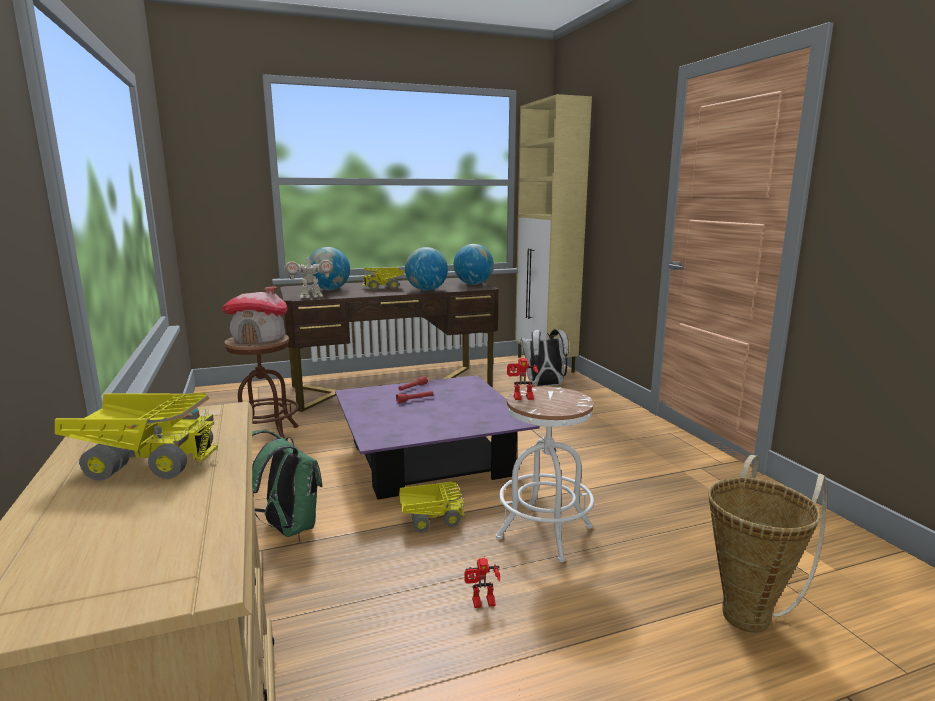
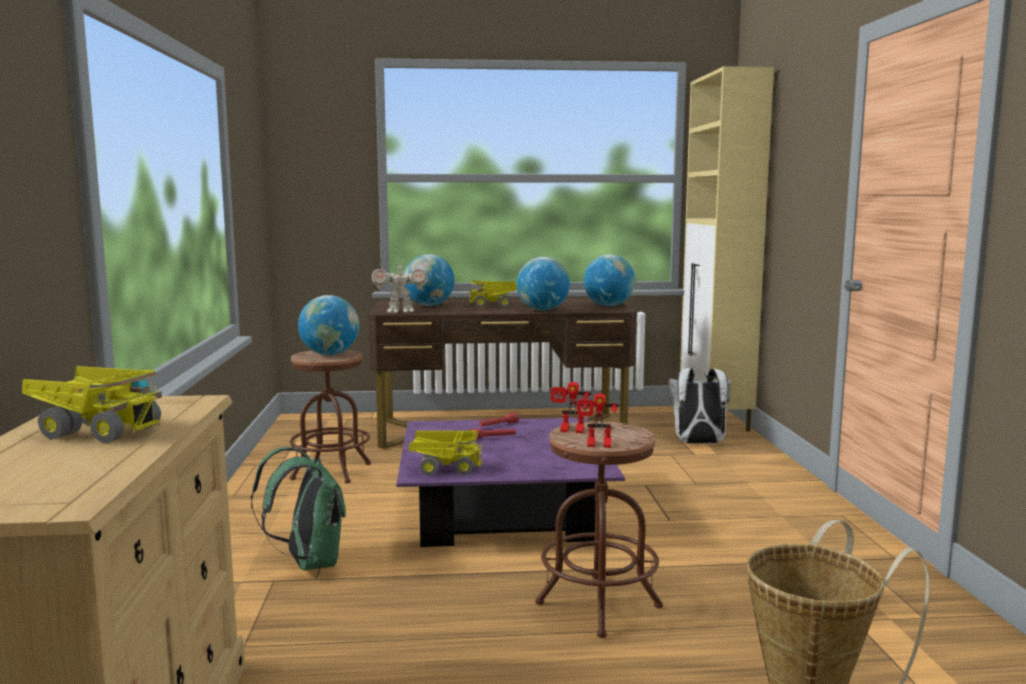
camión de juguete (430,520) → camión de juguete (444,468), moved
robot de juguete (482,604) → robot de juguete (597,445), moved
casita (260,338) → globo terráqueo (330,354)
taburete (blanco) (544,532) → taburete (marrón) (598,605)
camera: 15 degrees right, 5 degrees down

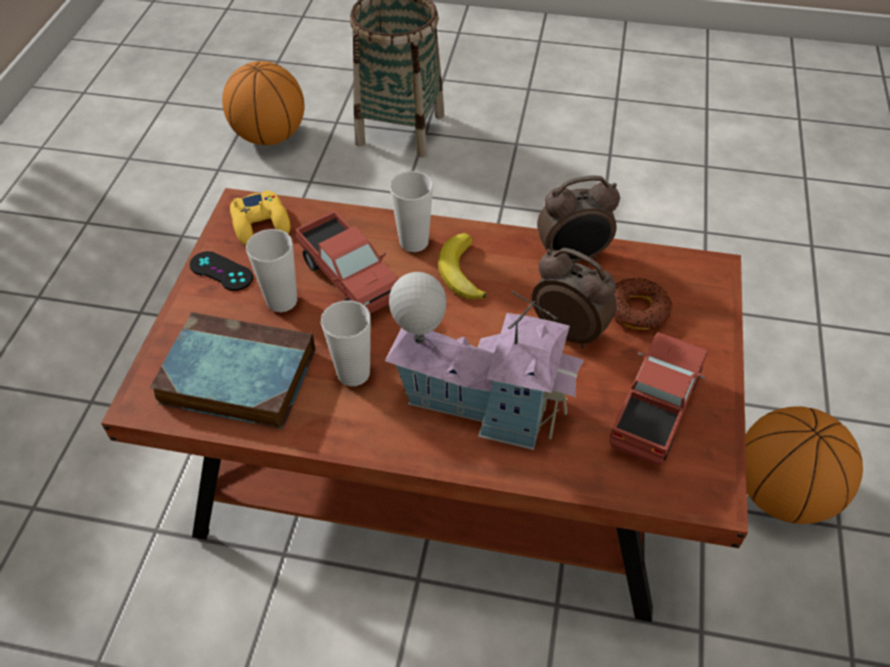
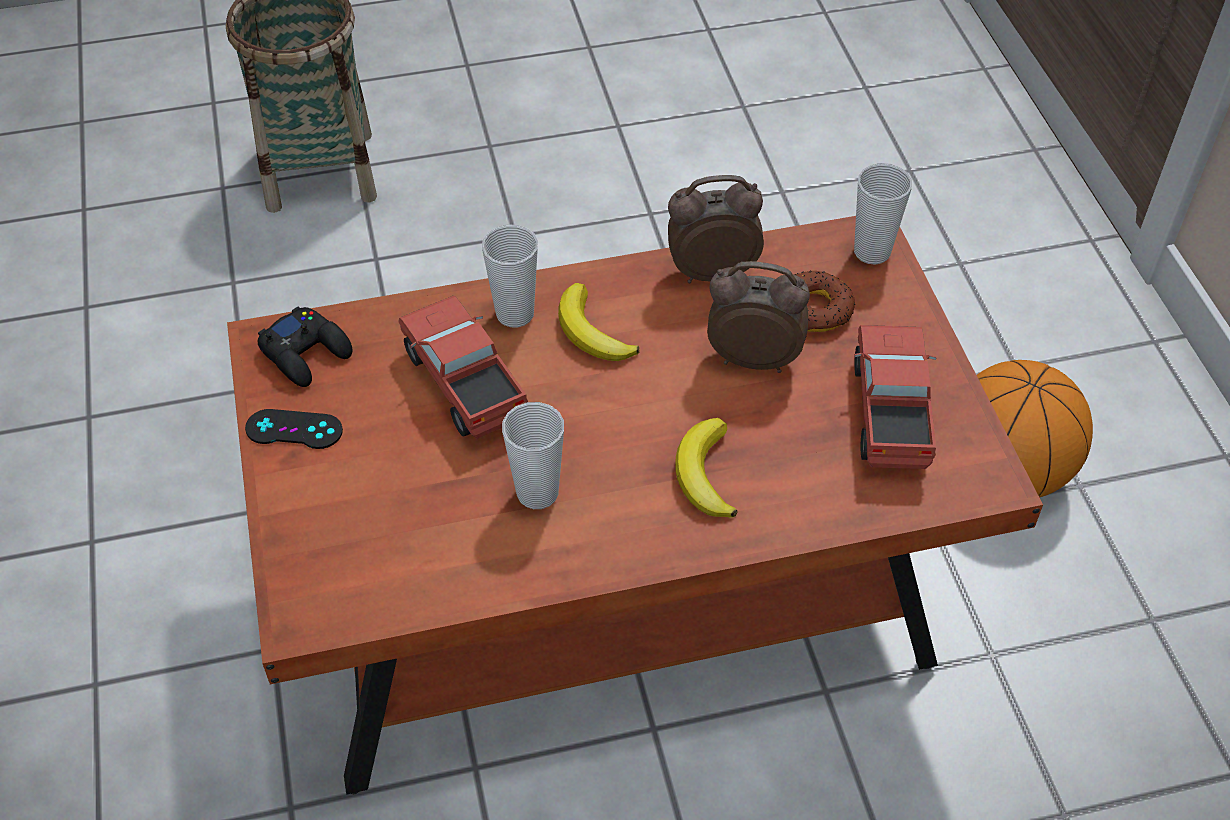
libro (234,377) → -
balón de baloncesto (270,136) → -
taza (282,301) → taza (872,252), moved
casita (483,404) → plátano (705,474)
mando de consola (amarillo) (261,223) → mando de consola (negro) (306,353)
camión de juguete (349,280) → camión de juguete (465,386), 150 degrees counterclockwise
despertador (573,257) → despertador (711,272), 150 degrees counterclockwise
camera: 25 degrees left, 0 degrees up

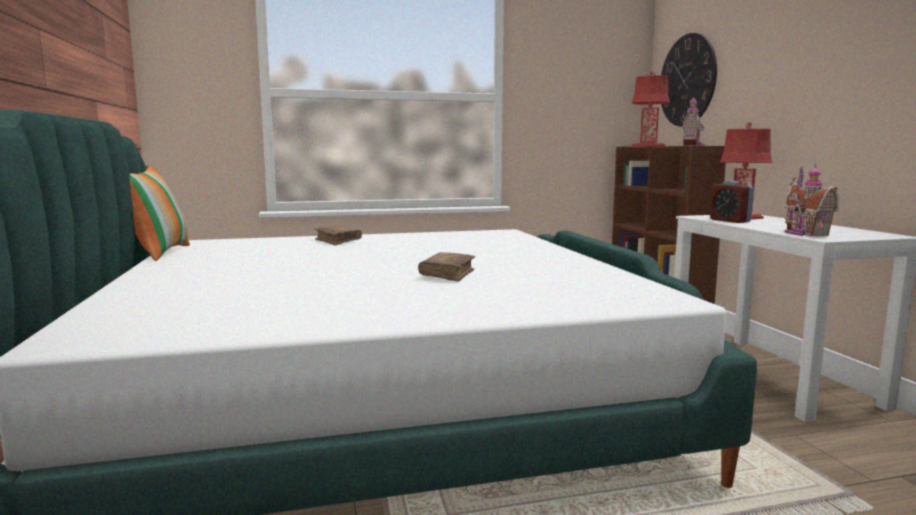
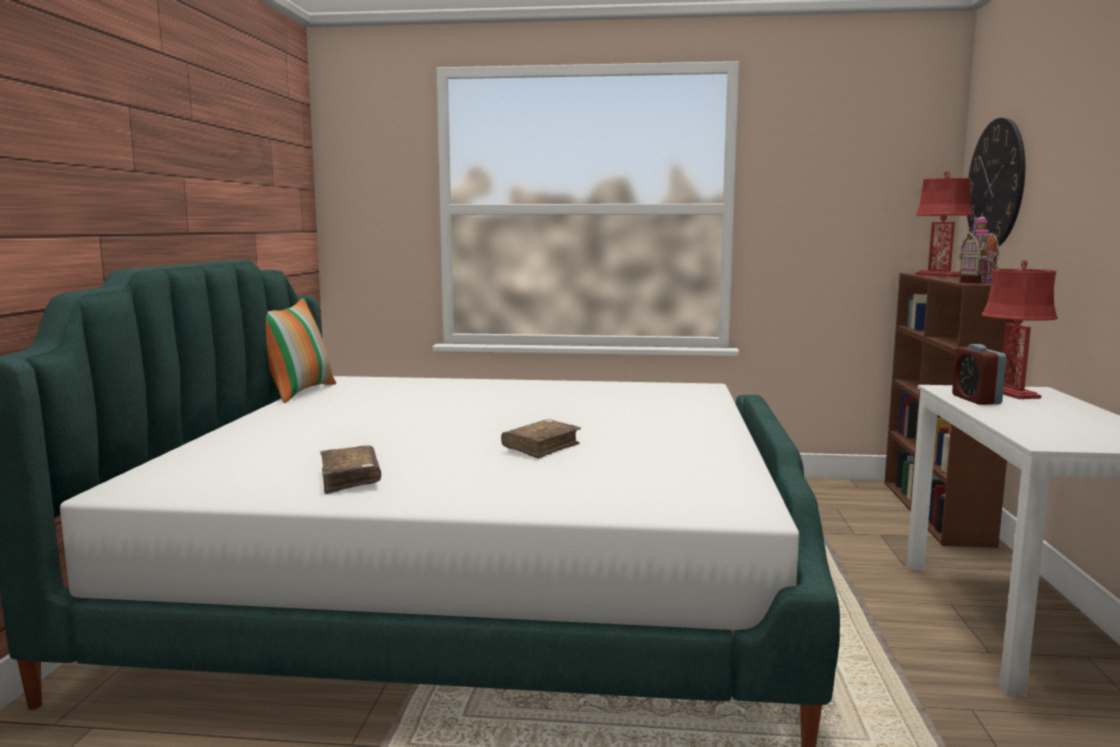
casita (803,233) → -
libro (marrón) (338,241) → libro (marrón) (350,479), moved
camera: 20 degrees right, 0 degrees up

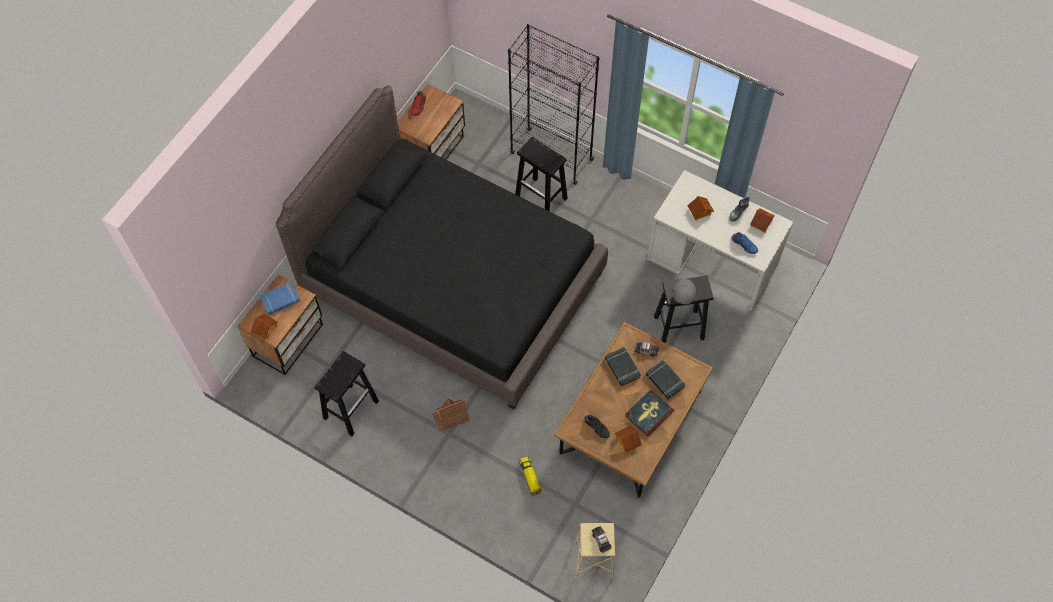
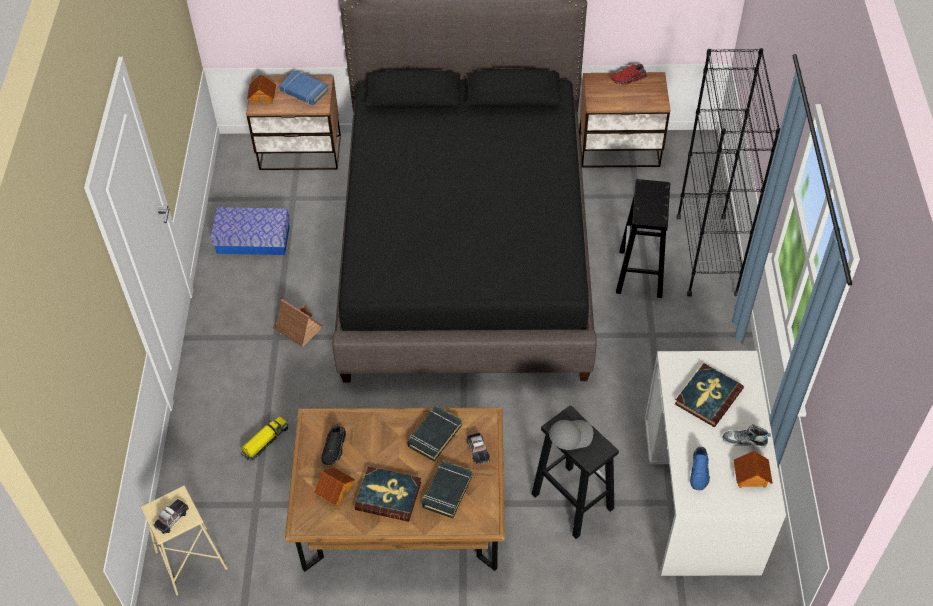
taburete (negro) (351,409) → caja de almacenaje (253,240)
casita (699,211) → libro (708,396)
camera: 60 degrees right, 10 degrees down

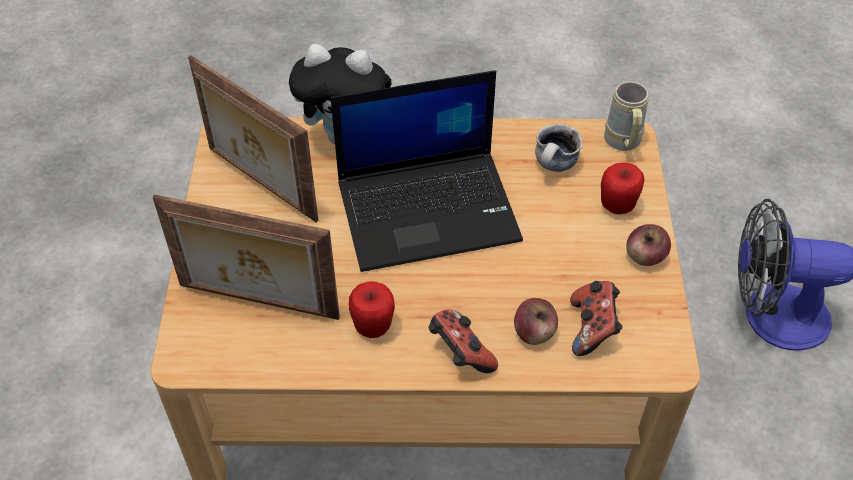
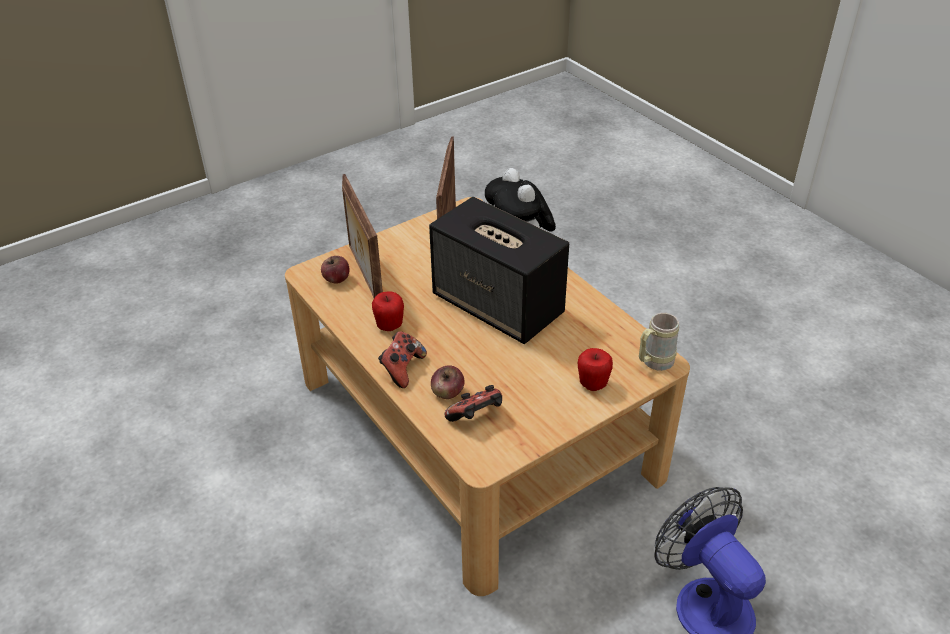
taza grande (554,167) → -
manzana (645,257) → manzana (336,279), moved
portátil (429,209) → altavoz (499,306)
camera: 55 degrees right, 10 degrees down

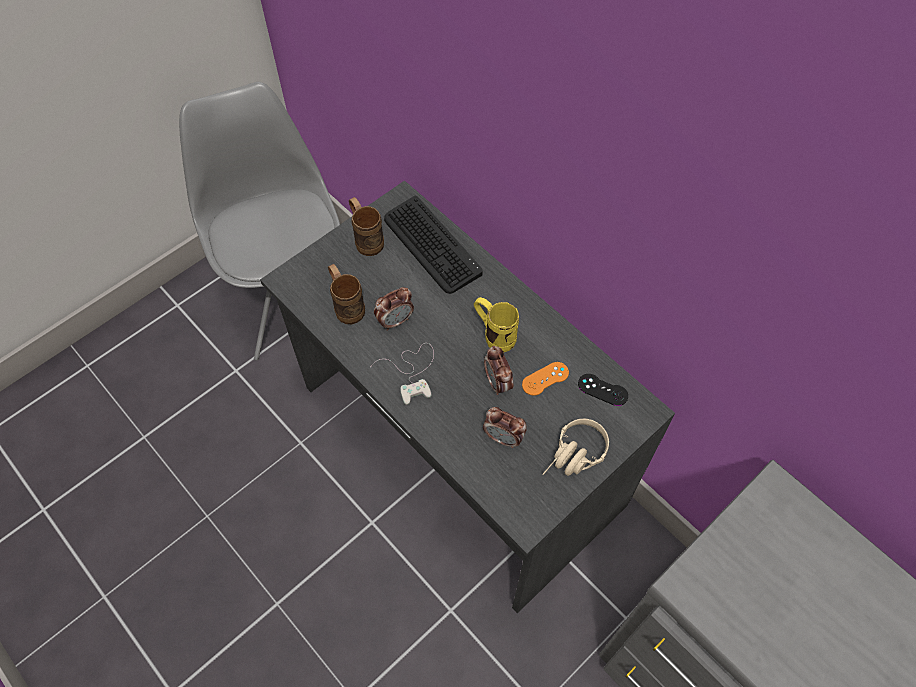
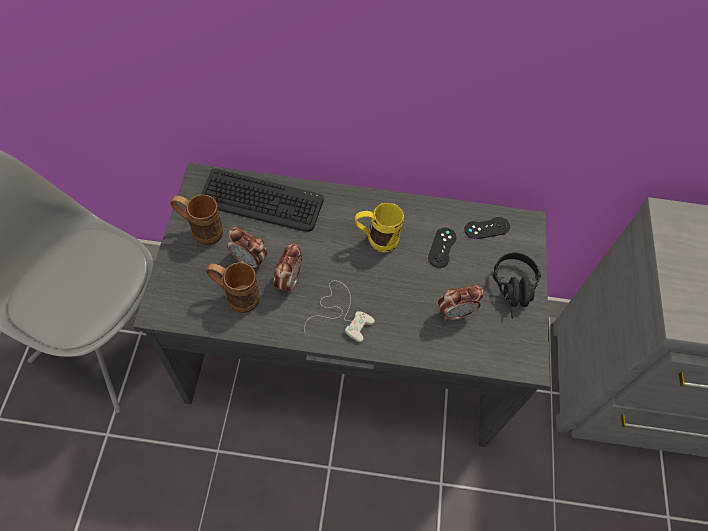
despertador (498,383) → despertador (249,260), moved
mando de consola (naranja) (545,379) → mando de consola (negro) (442,247)
auriculares (beis) (573,458) → auriculares (negro) (514,291)
camera: 45 degrees left, 0 degrees up

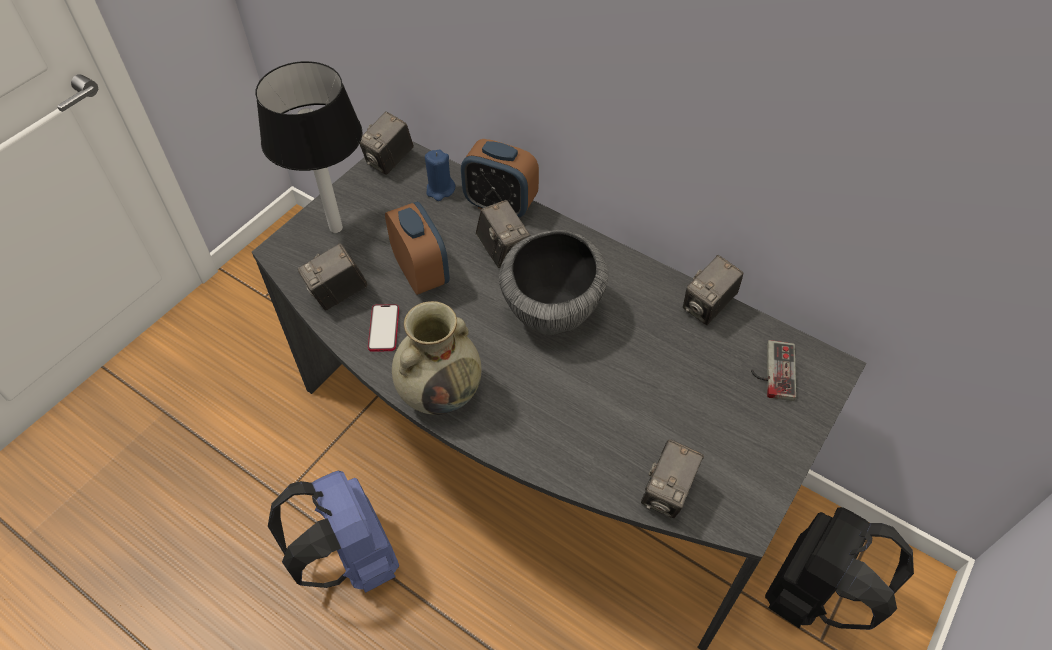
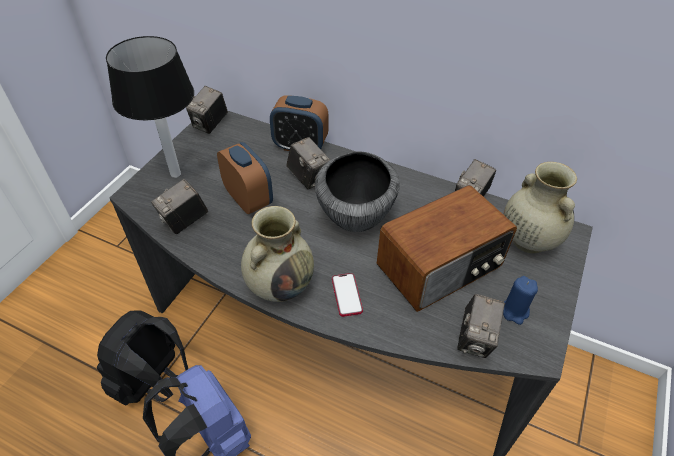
- → radio (441,267)
móvil (384,328) → móvil (346,295), moved
vela (azul) (440,190) → vela (azul) (514,311), moved
mochila (negro) (813,595) → mochila (negro) (155,382), moved
mando de consola (772,370) → florero (beis) (527,239)
camera: 10 degrees left, 5 degrees down

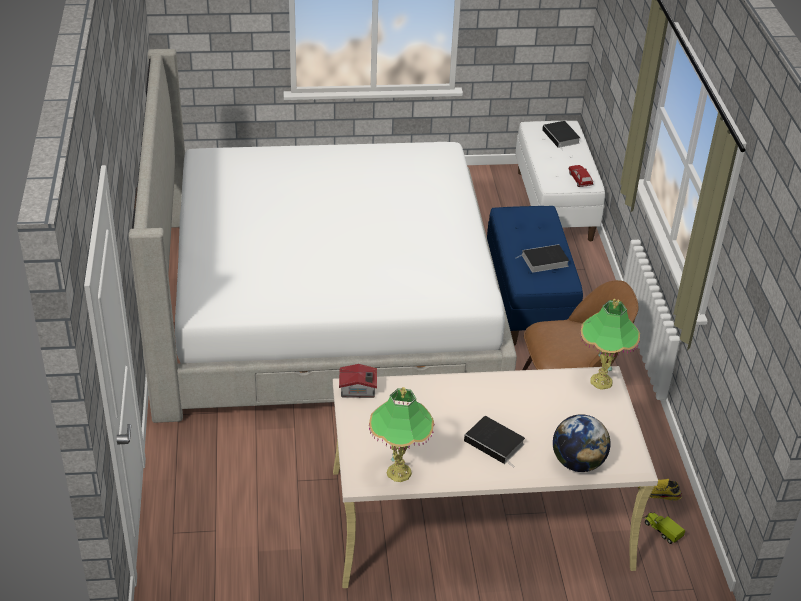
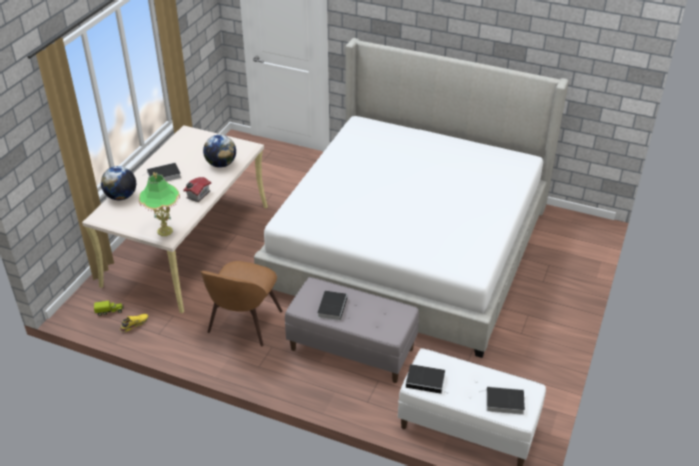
lámpara de mesa (399,472) → -
- → globo terráqueo (221,164)
casita (359,390) → casita (197,195), moved
coche de juguete (580,179) → libro (426,381)
banco (azul) (527,299) → banco (gris) (352,349)
camera: 120 degrees right, 0 degrees up

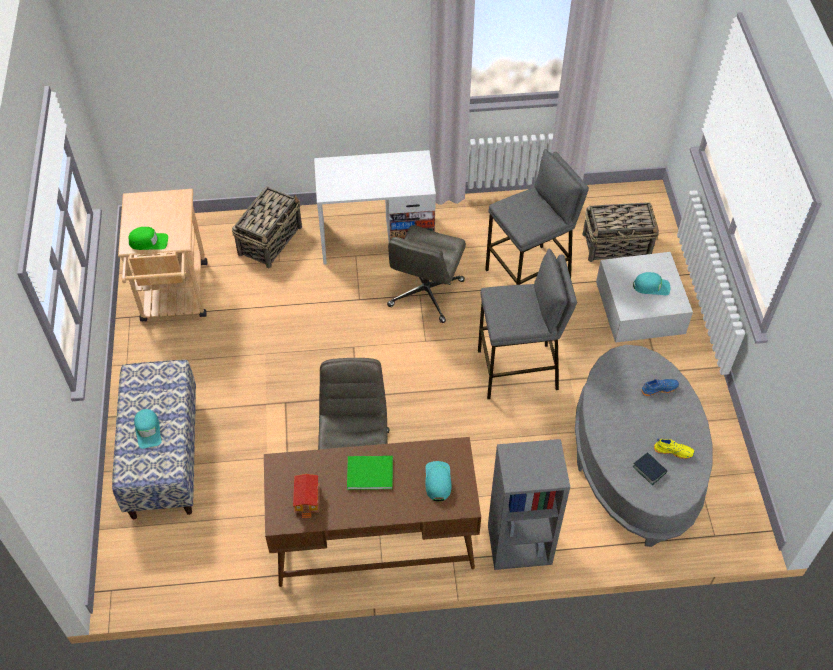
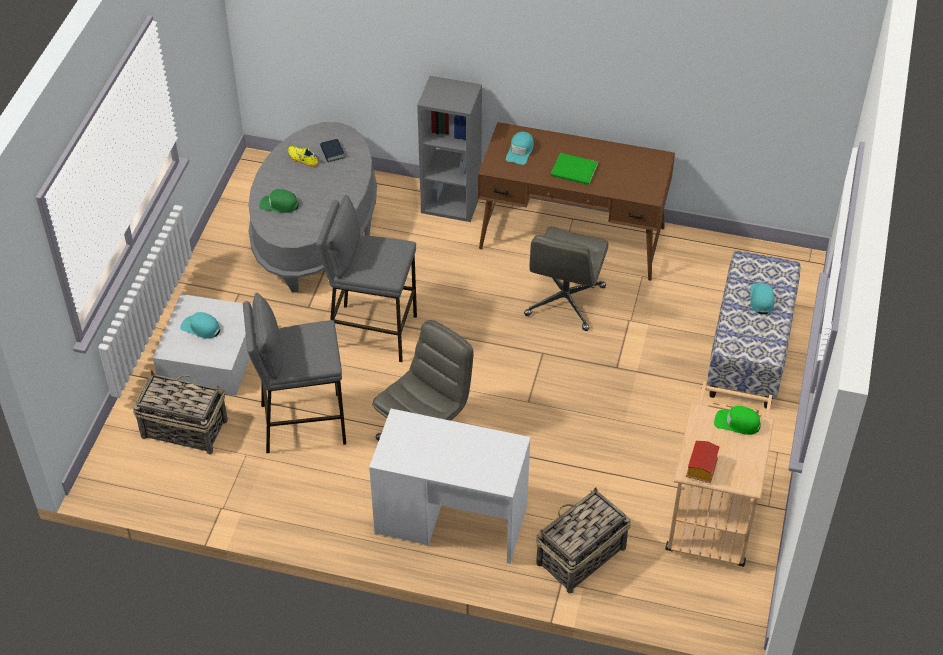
casita (307,500) → casita (701,469), moved
zapato (azul) (659,388) → gorra (verde) (279,205)
camera: 160 degrees left, 5 degrees down

